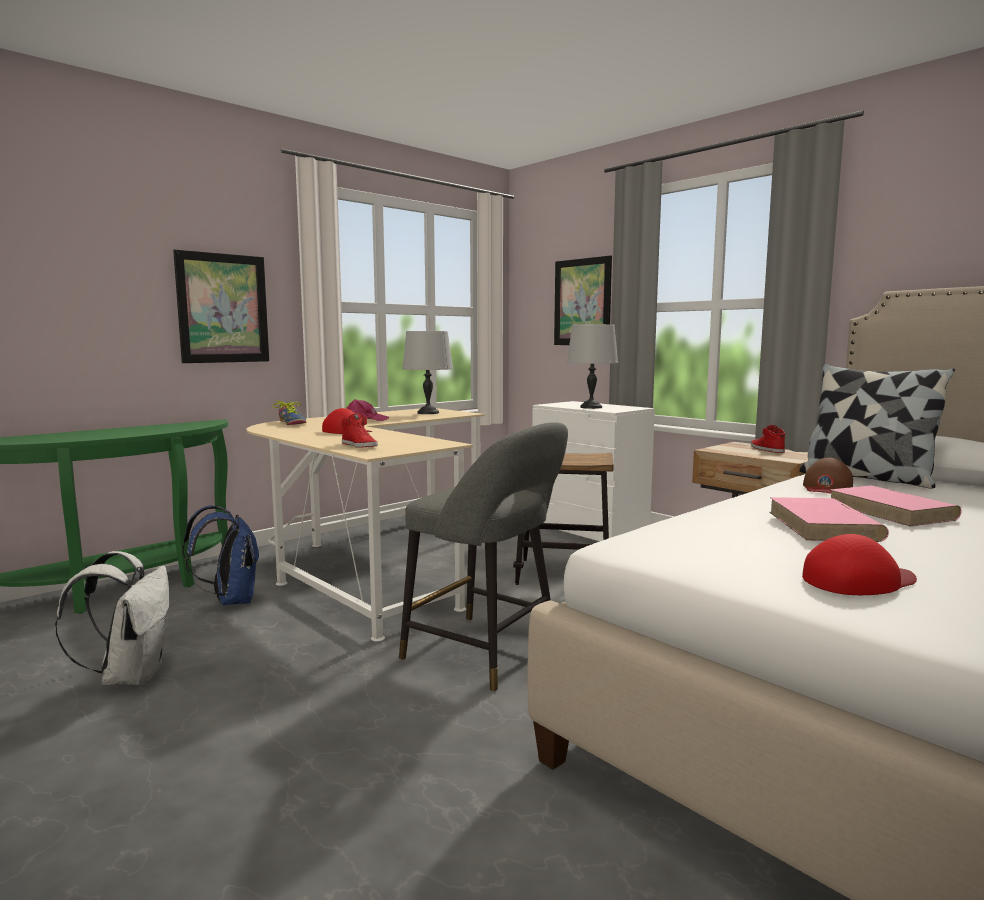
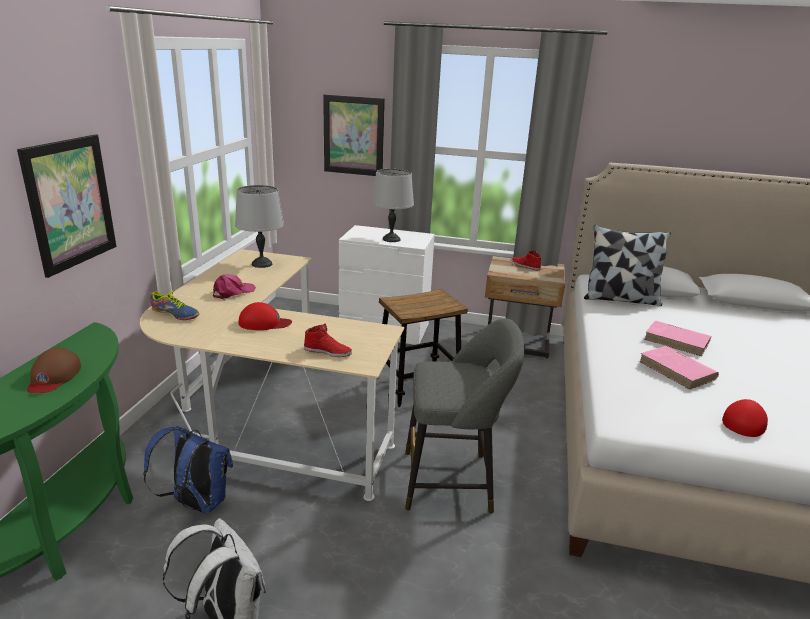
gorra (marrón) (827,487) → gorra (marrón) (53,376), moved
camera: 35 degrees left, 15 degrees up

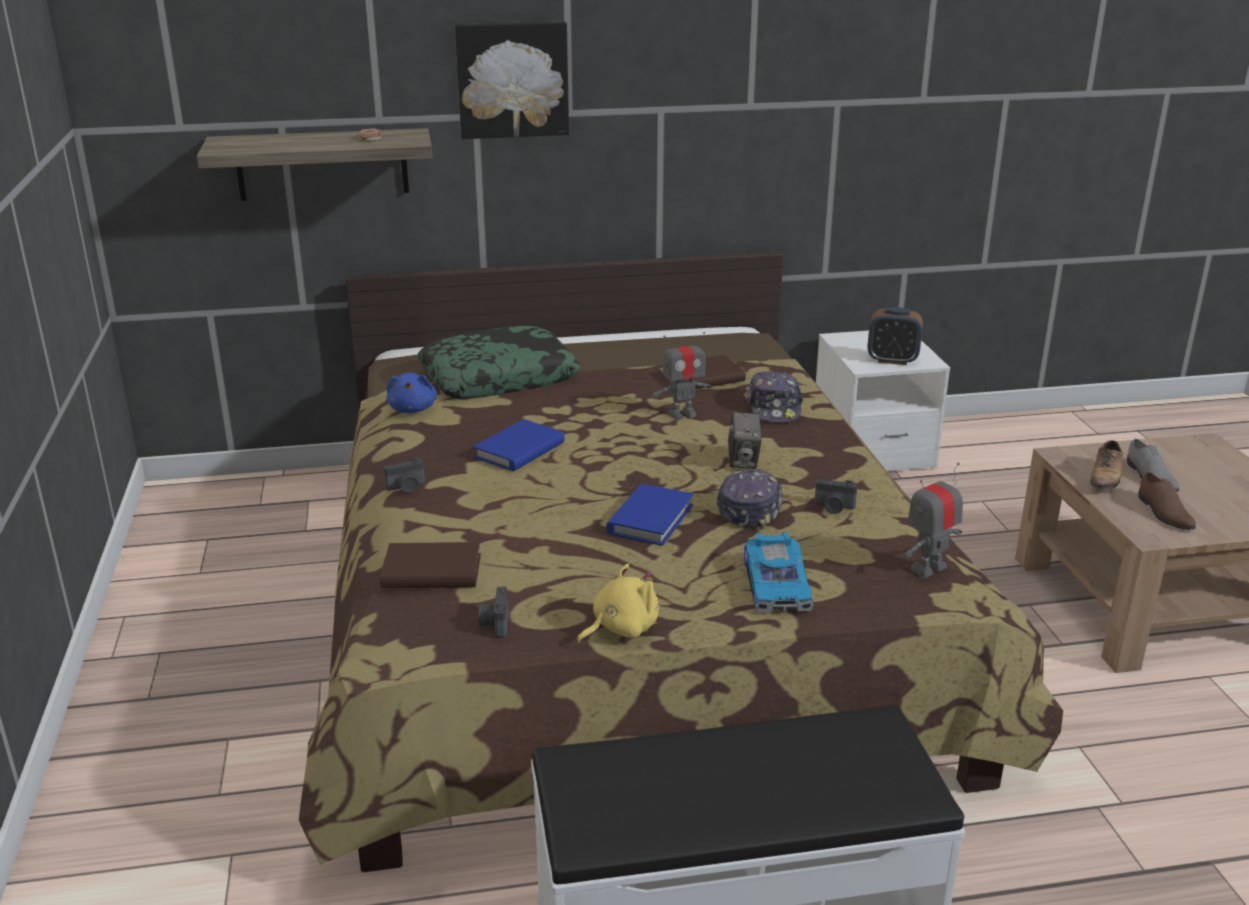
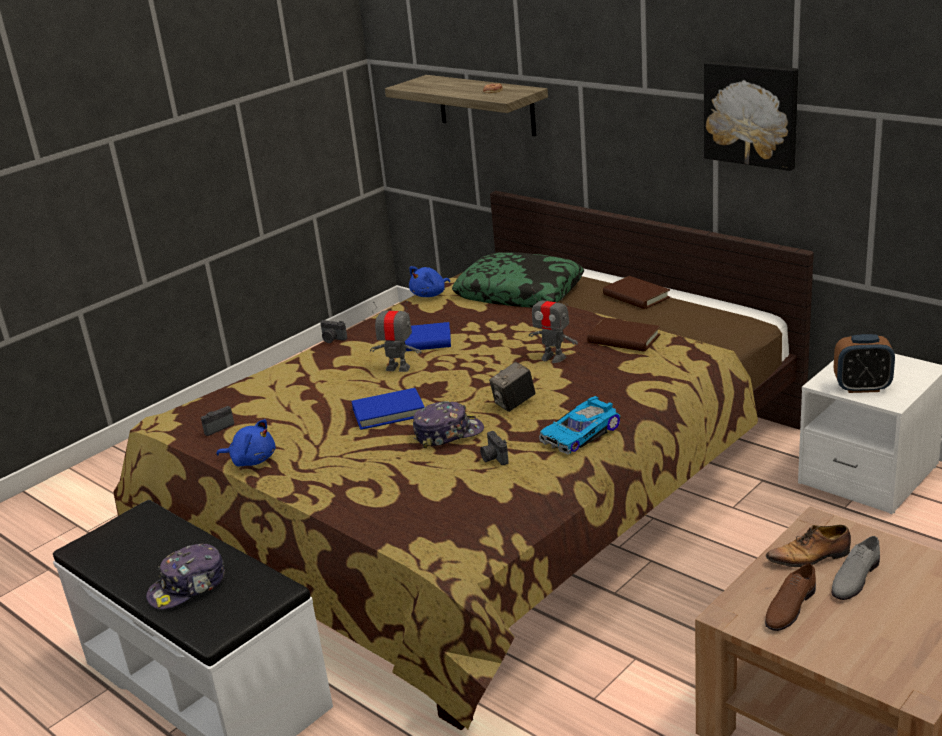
libro (marrón) (431,572) → libro (marrón) (636,296), moved
cuadro (512,79) → cuadro (751,114), moved
coche de juguete (778,584) → coche de juguete (581,434), moved
gorra (774,408) → gorra (188,587), moved
robot de juguete (928,568) → robot de juguete (398,368), moved
peluche (amarillo) (621,628) → peluche (azul) (252,460)
despertador (892,360) → despertador (862,387), 60 degrees counterclockwise
camera: 55 degrees right, 0 degrees up

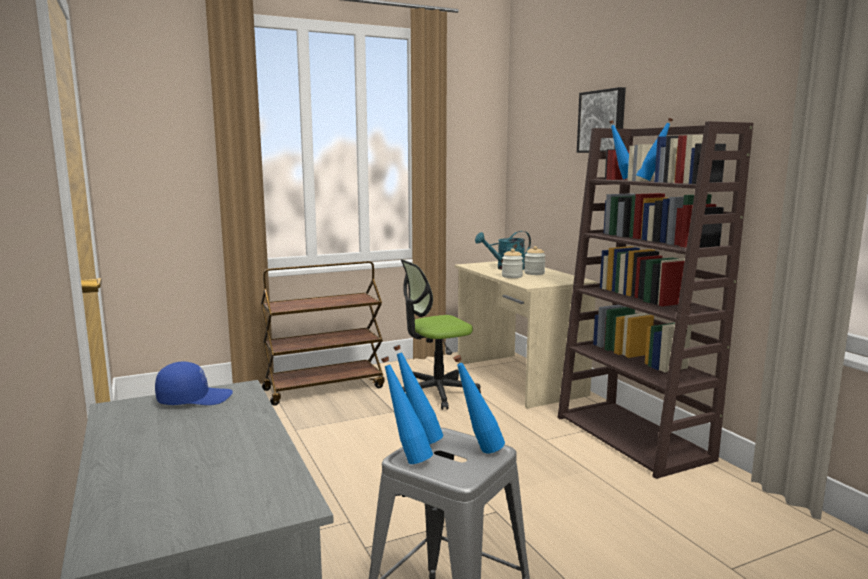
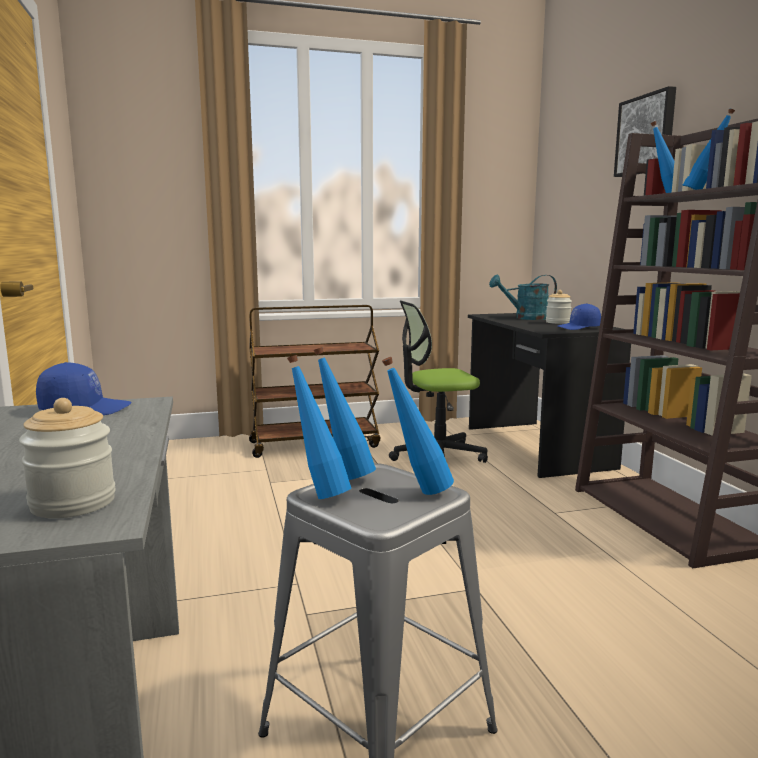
- → gorra (azul) (579,328)
tarro (512,276) → tarro (73,503), moved
escritorio (beis) (517,379) → escritorio (negro) (535,447)
camera: 10 degrees right, 0 degrees up

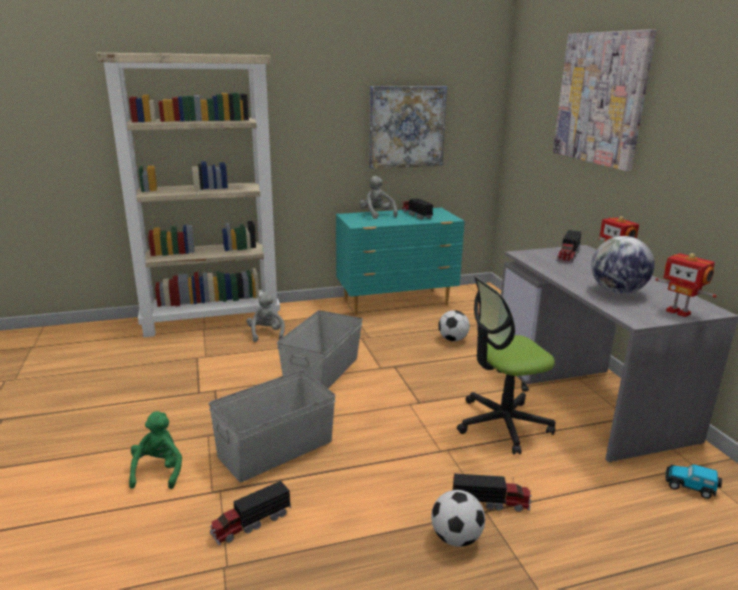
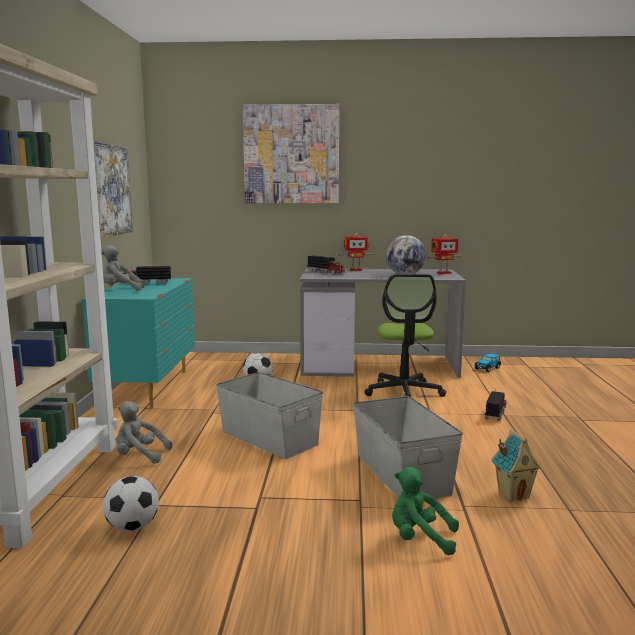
balón de fútbol (456,538) → balón de fútbol (132,527), moved
camión de juguete (250,523) → casita (513,494)
camera: 70 degrees left, 10 degrees down

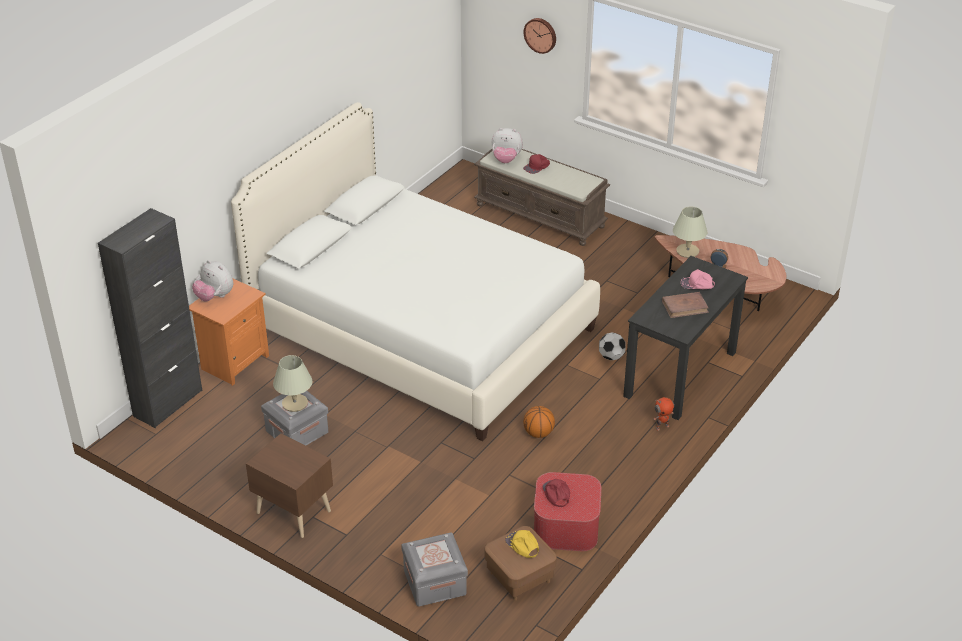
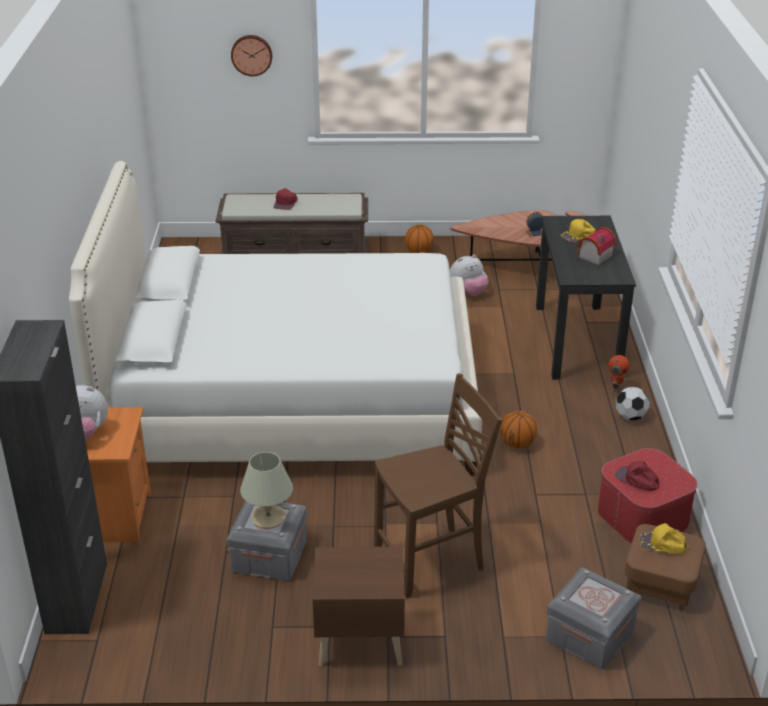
lámpara de mesa (beis) (687,251) → -
- → silla (marrón) (431,561)
- → balón de baloncesto (419,252)
peluche (506,159) → peluche (468,292), moved
balón de fútbol (611,356) → balón de fútbol (630,417), moved
libro (marrón) (685,307) → casita (593,256)
gorra (rosa) (697,284) → gorra (amarillo) (578,235)
camera: 35 degrees left, 5 degrees down

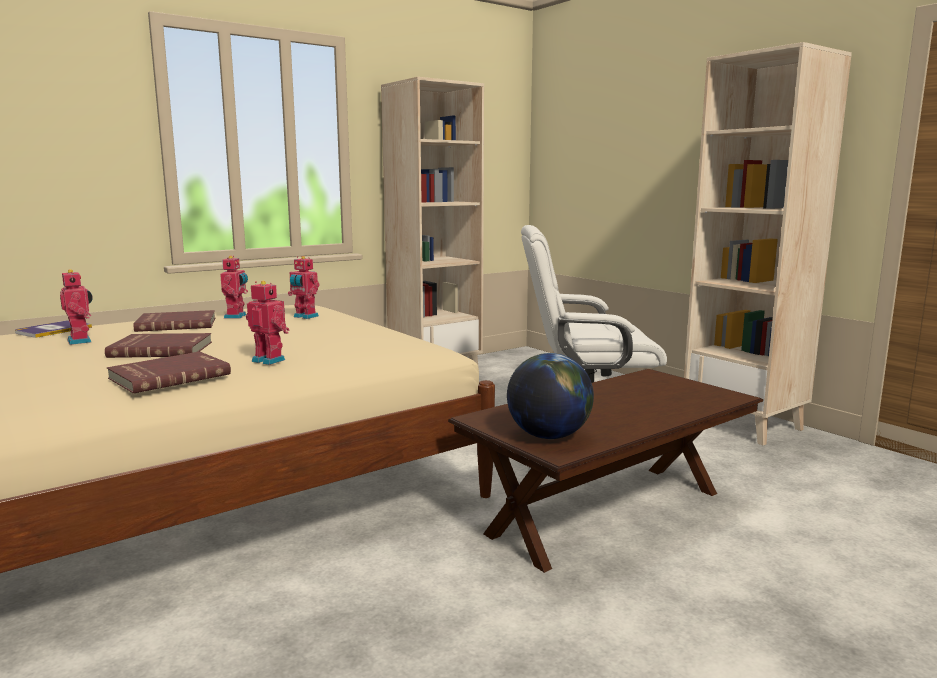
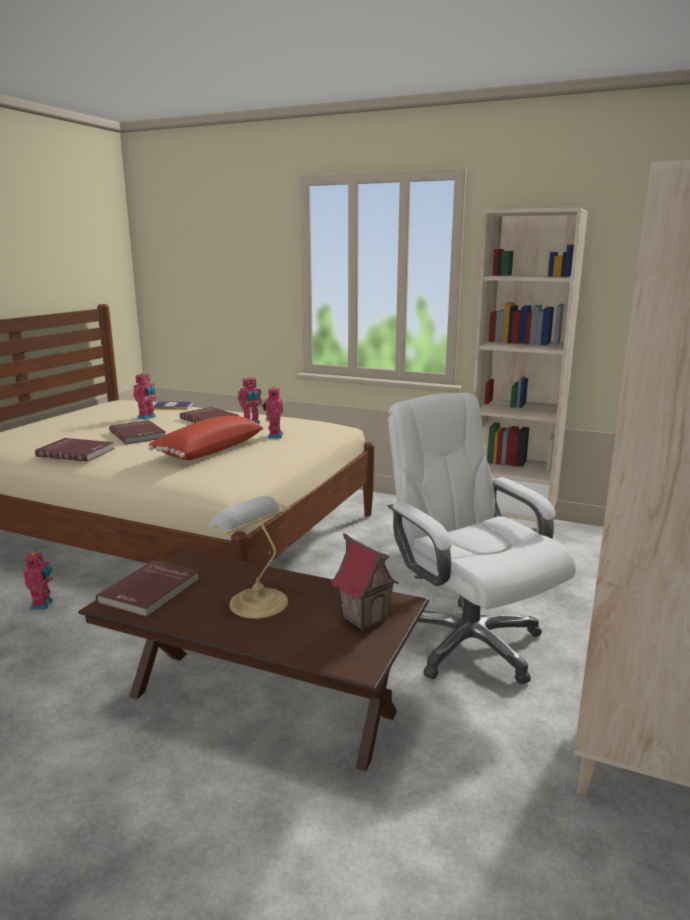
- → cojín (rojo) (208,451)
- → lámpara de mesa (256,602)
- → casita (364,617)
robot de juguete (270,360) → robot de juguete (43,604), moved
globo terráqueo (548,436) → libro (rojo) (151,591)
camera: 60 degrees right, 5 degrees up

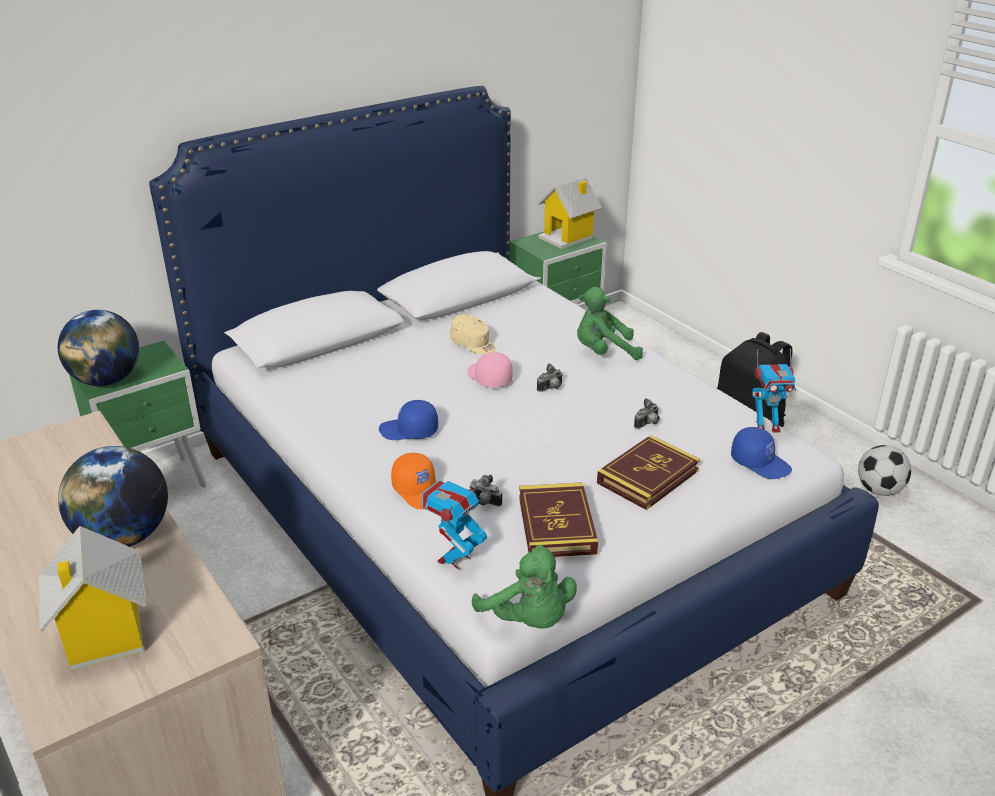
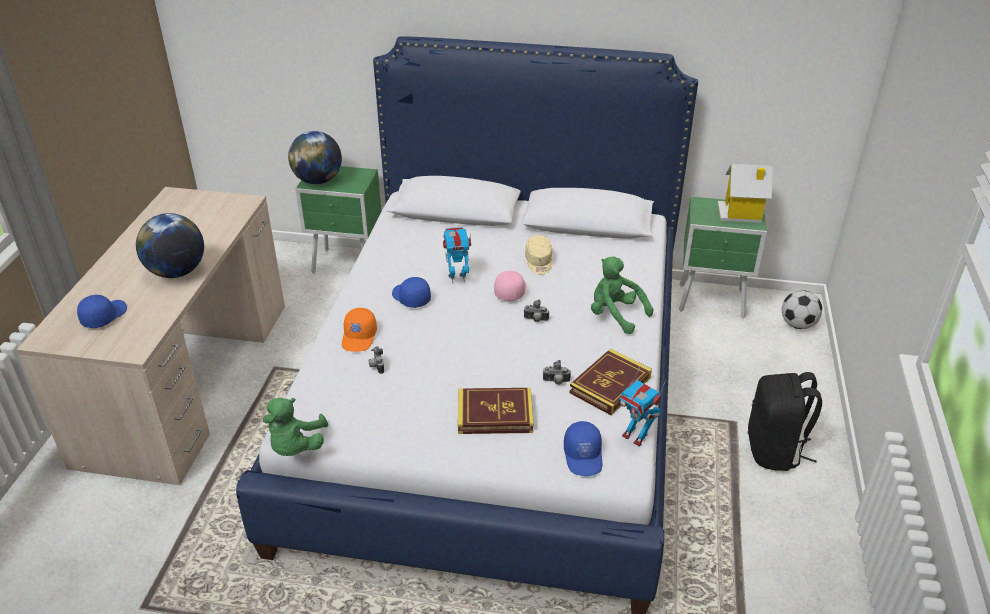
robot de juguete (454,559) → robot de juguete (457,278), moved
libro (556,525) → libro (610,385), moved
balón de fútbol (879,490) → balón de fútbol (798,324), moved
casita (104,636) → gorra (azul) (103,316)
camera: 45 degrees right, 5 degrees up

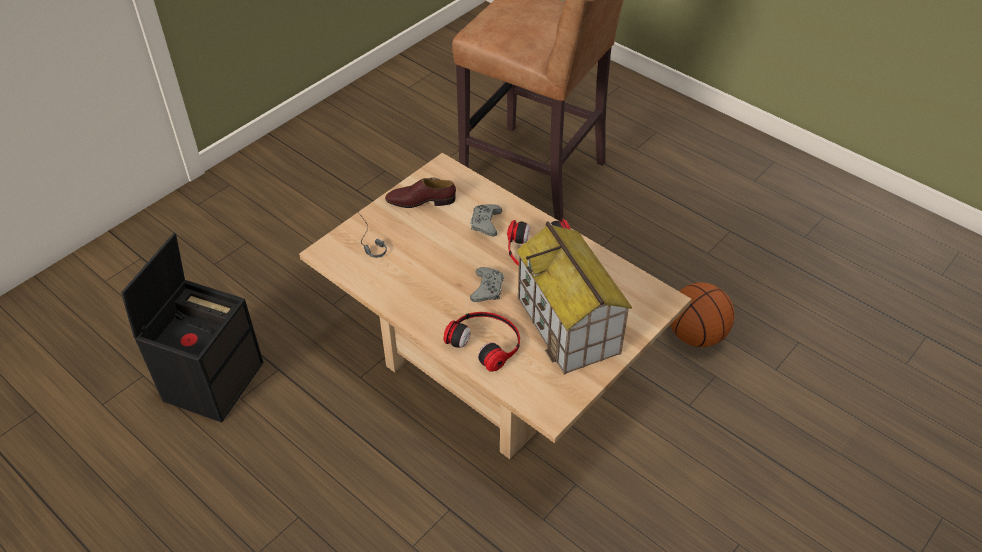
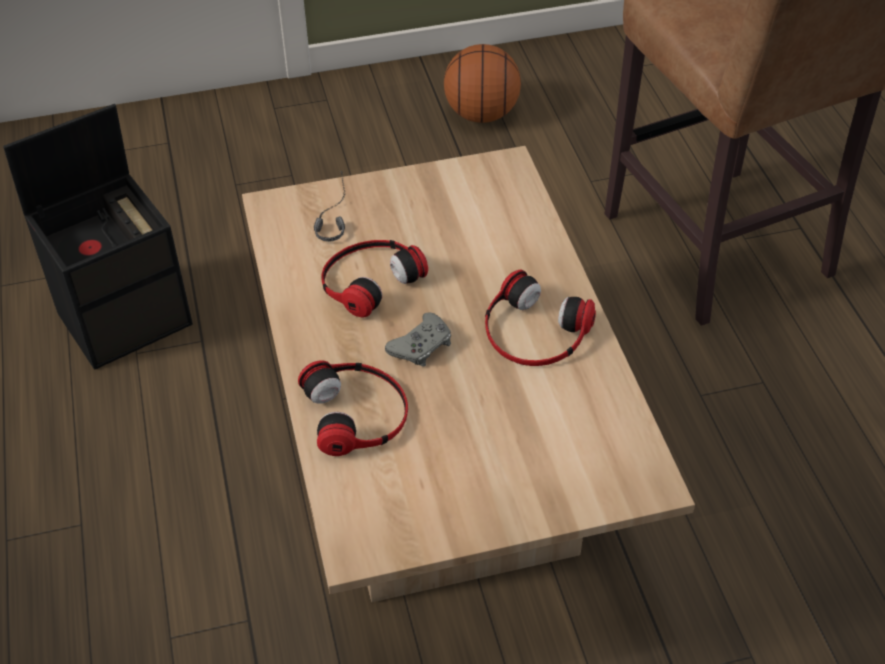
zapato (marrón) (421,201) → -
mando de consola (gris) (485,223) → -
casita (569,326) → -
- → auriculares (369,279)
balón de baloncesto (696,335) → balón de baloncesto (481,115), moved
camera: 35 degrees right, 0 degrees up

